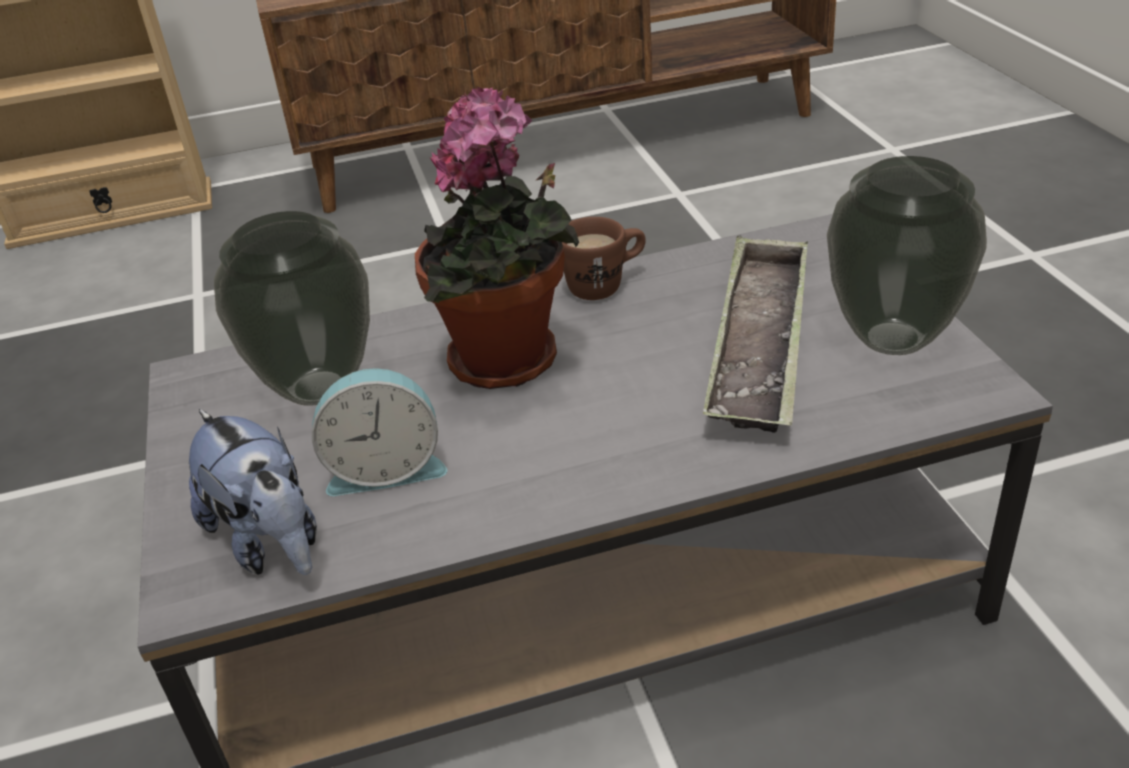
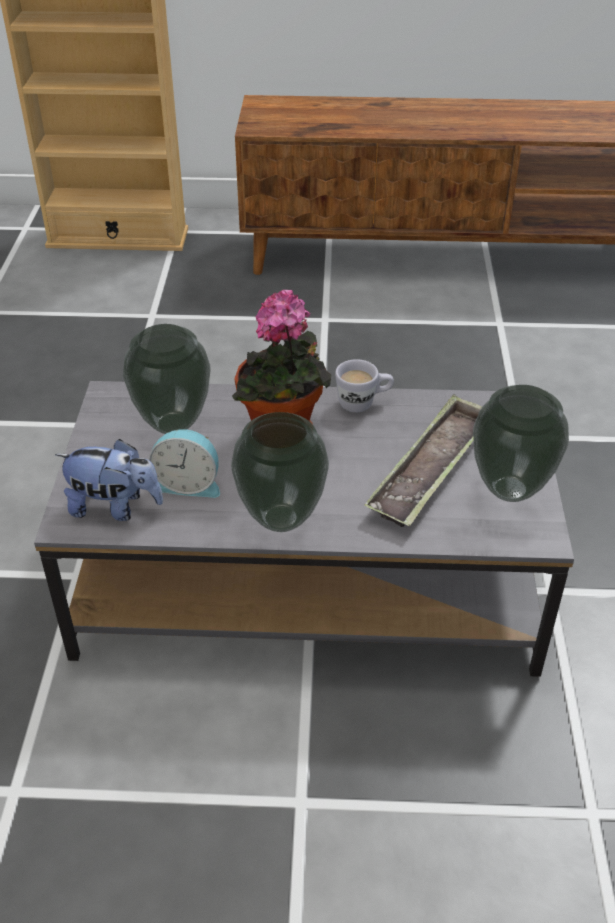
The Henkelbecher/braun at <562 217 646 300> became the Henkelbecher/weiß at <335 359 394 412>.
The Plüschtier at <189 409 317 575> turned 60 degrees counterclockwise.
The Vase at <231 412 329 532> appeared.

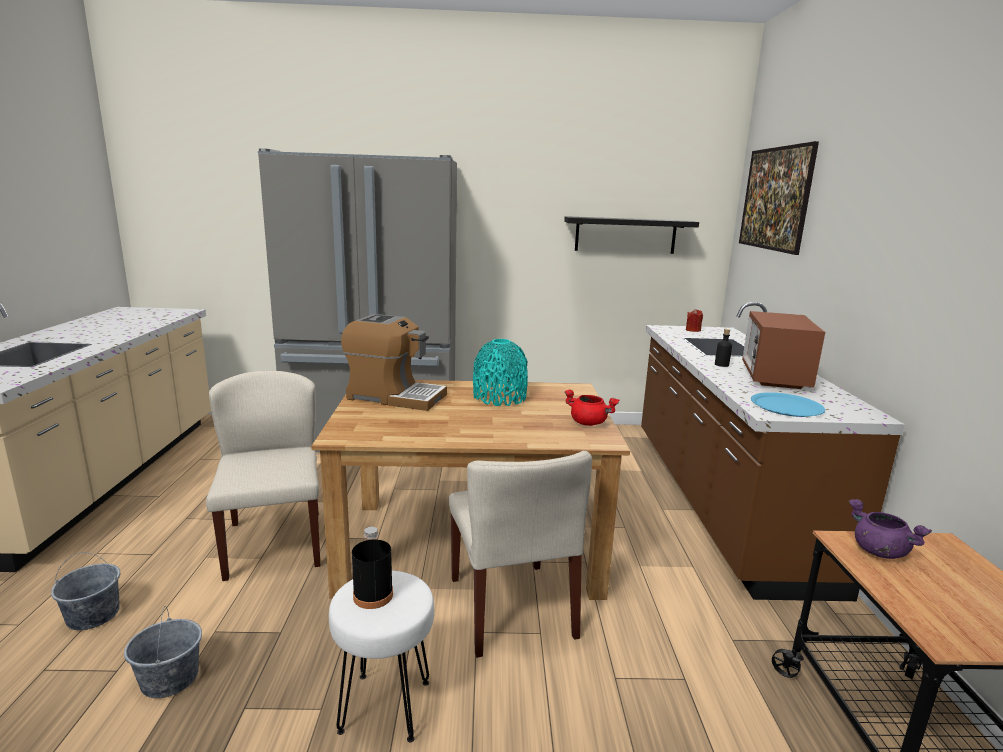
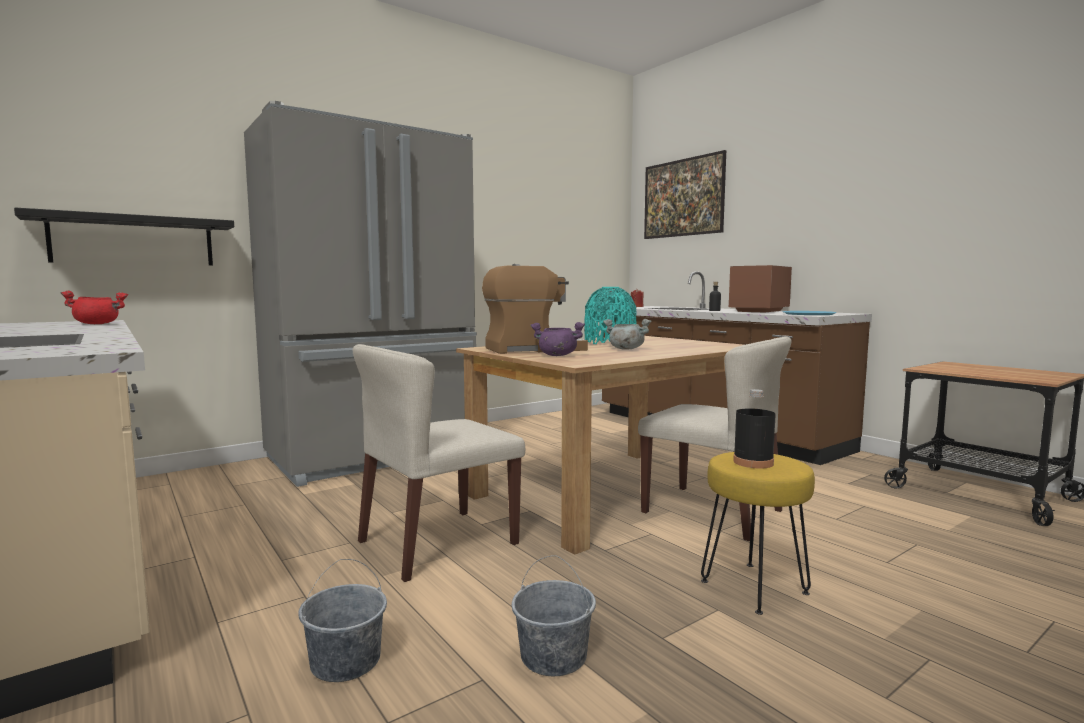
The Wandregal/schwarz moved from <564 216 699 254> to <14 208 234 265>.
The Mikrowelle at <742 311 825 389> turned 60 degrees clockwise.
The Stuhl/beige at <206 371 321 581> turned 75 degrees counterclockwise.
The Kochtopf/rot moved from <564 390 619 426> to <61 291 128 324>.
The Kochtopf/lila moved from <849 499 932 559> to <530 322 585 356>.
The Hocker/weiß at <329 571 434 743> became the Hocker/gelb at <701 452 815 615>.
The Kochtopf/grau at <603 319 651 350> appeared.

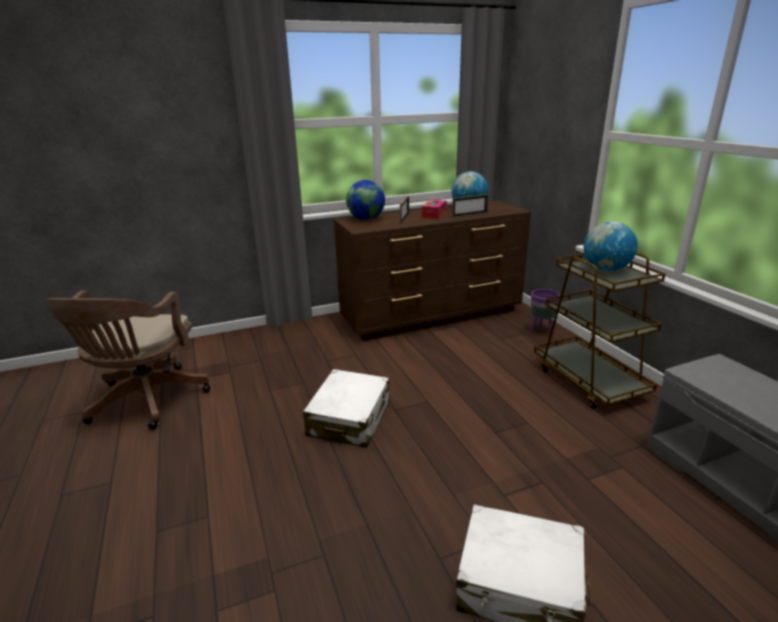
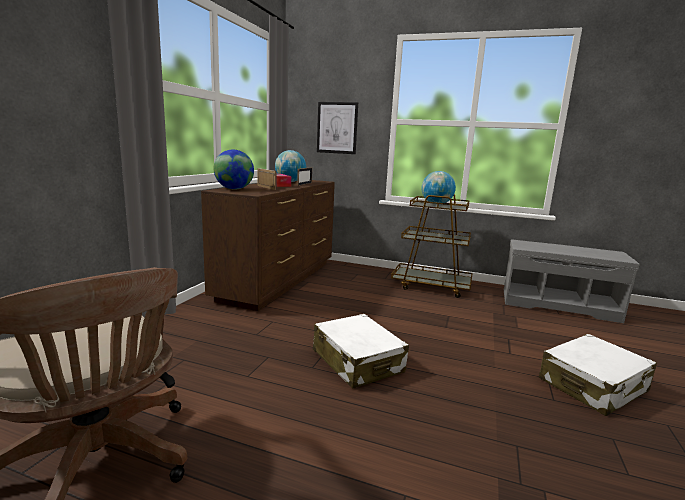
The Pflanzkübel/lila at <529 289 560 335> disappeared.
The Bild at <317 102 358 154> appeared.

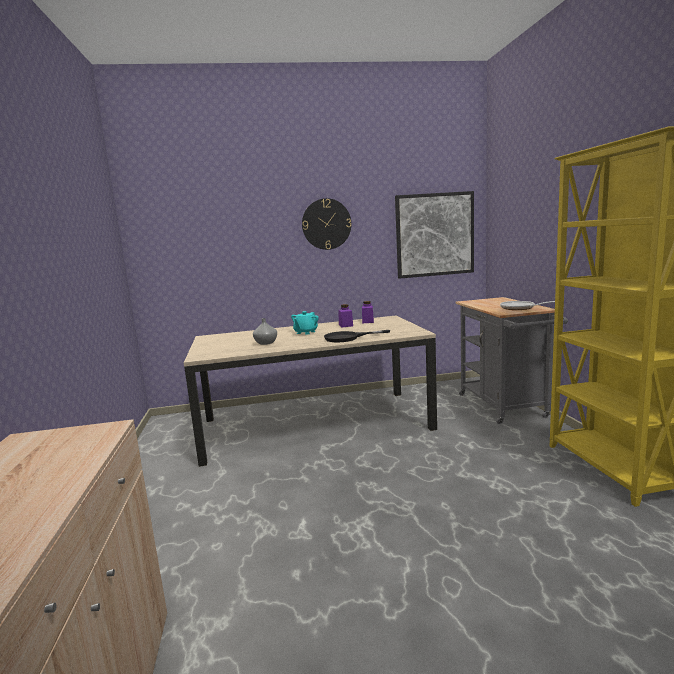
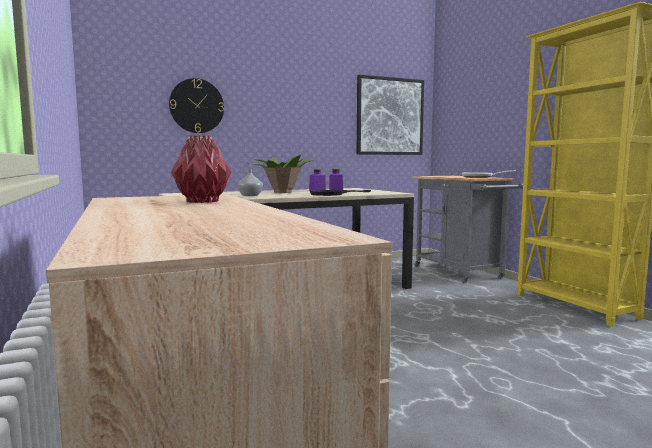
The Wanduhr moved from <302 198 351 250> to <169 78 224 133>.
The Teekanne/türkis at <291 311 319 335> was replaced by the Topfpflanze at <249 155 314 193>.
The Vase/rot at <171 135 231 203> appeared.

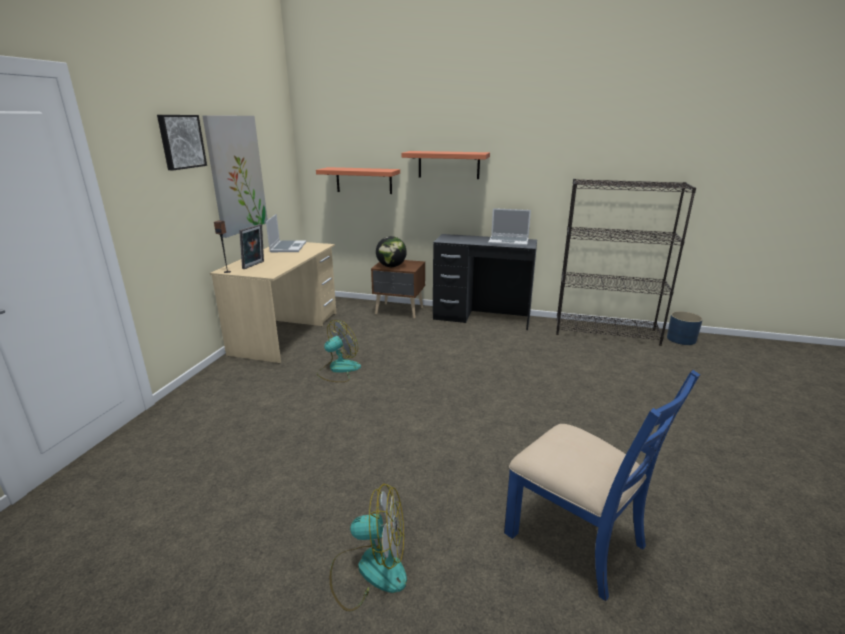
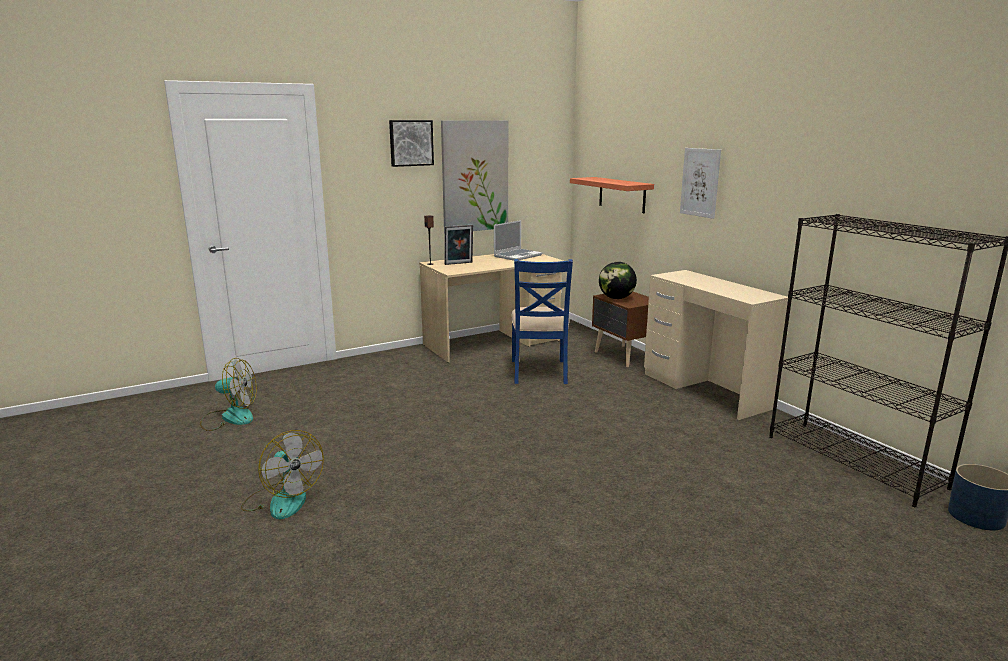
The Wandregal at <401 151 490 179> was replaced by the Bild at <680 148 721 219>.
The Laptop at <488 208 531 247> disappeared.
The Schreibtisch/schwarz at <433 234 537 330> became the Schreibtisch/beige at <644 270 788 420>.
The Ventilator moved from <317 320 361 382> to <200 358 257 431>.
The Stuhl/blau moved from <504 370 700 601> to <511 259 573 384>.

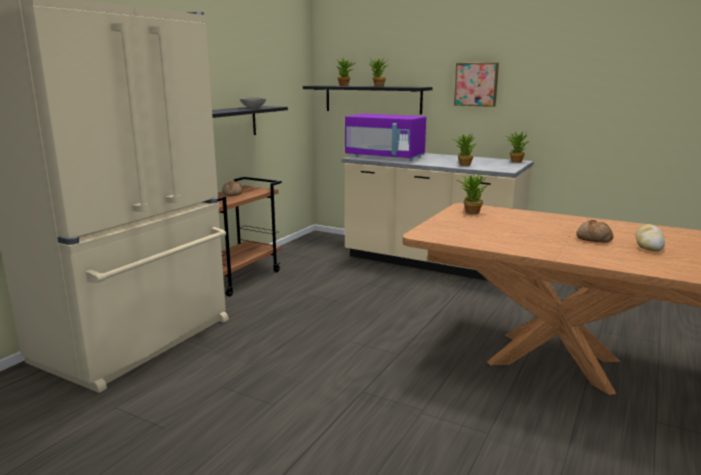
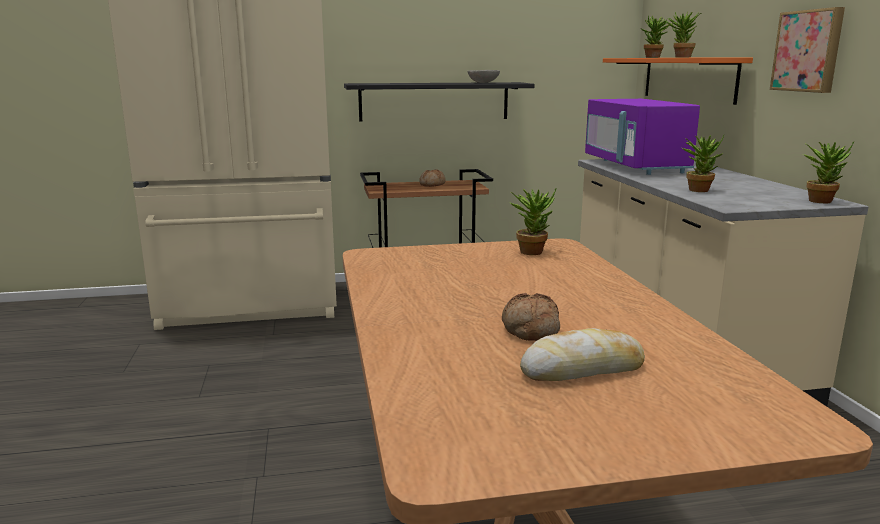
The Wandregal/schwarz at <303 85 433 115> became the Wandregal/orange at <603 58 753 105>.

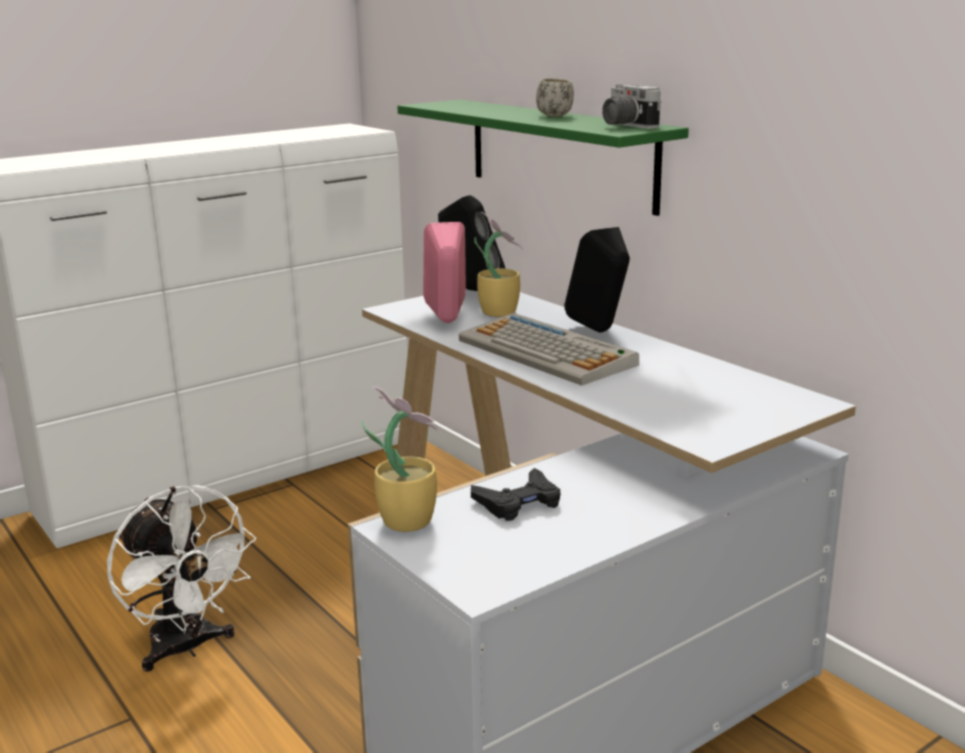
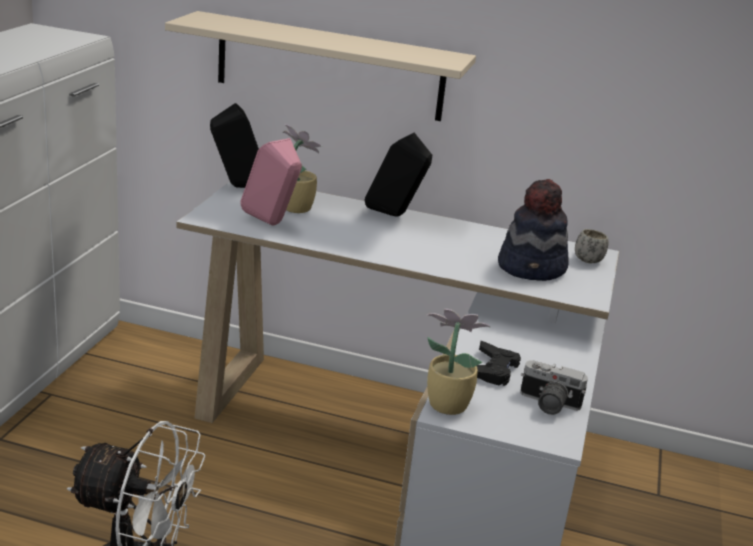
The Henkelbecher/weiß moved from <536 78 574 116> to <575 229 608 264>.
The Kamera moved from <602 84 661 129> to <520 360 588 415>.
The Wandregal/grün at <397 100 689 216> became the Wandregal/beige at <165 11 476 121>.
The Tastatur at <459 313 639 386> disappeared.
The Hut at <498 179 569 281> appeared.

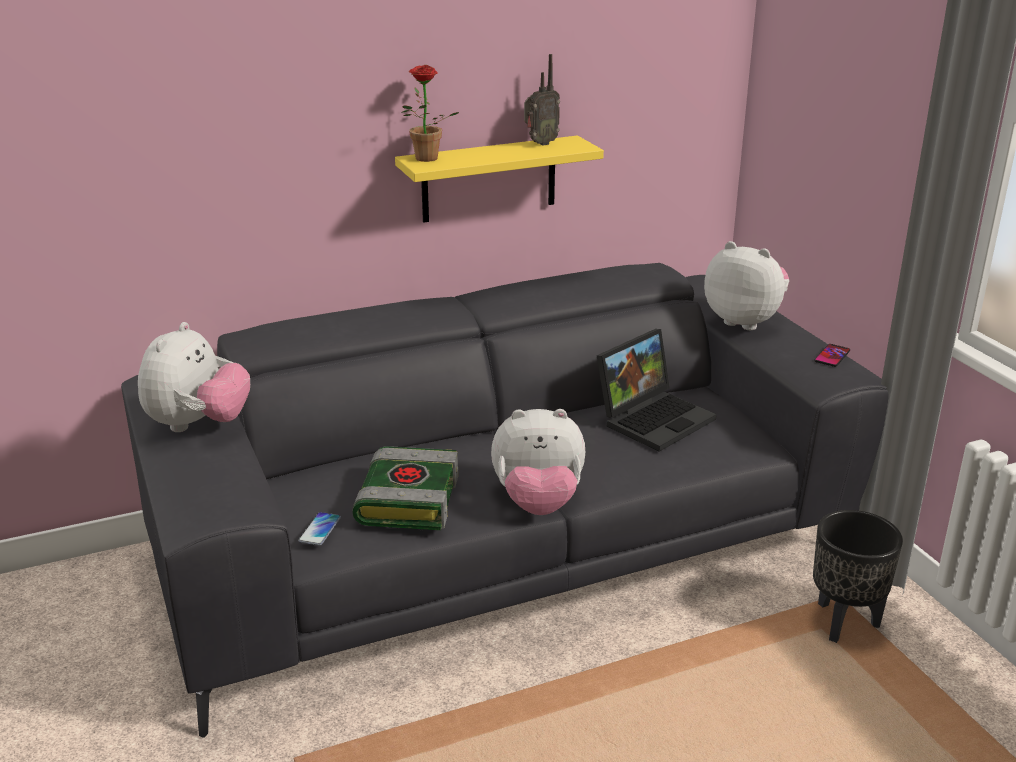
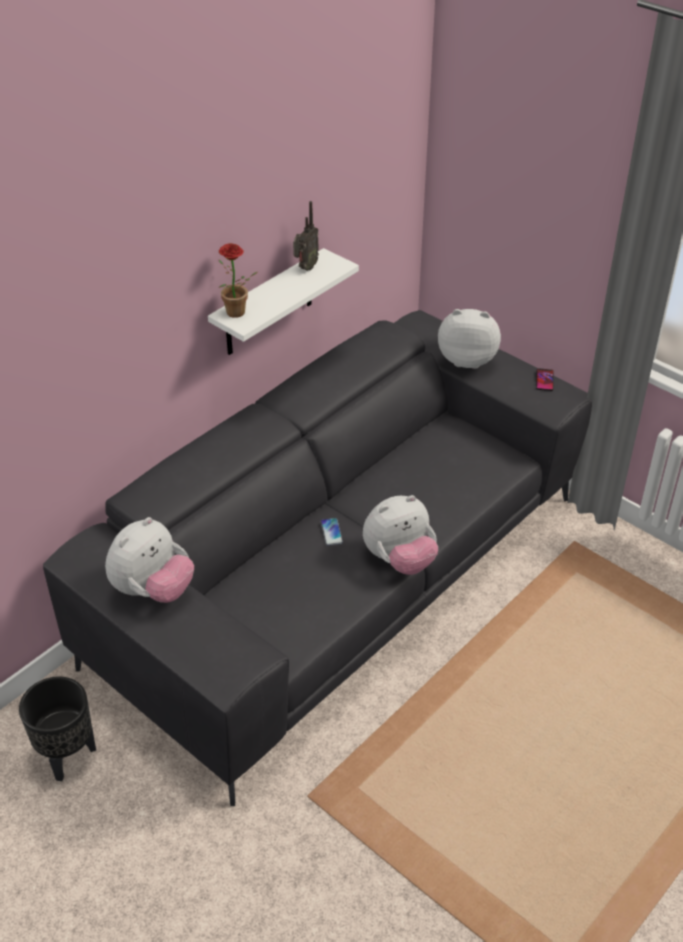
The Wandregal/gelb at <395 136 604 222> became the Wandregal/weiß at <208 248 359 355>.
The Plüschtier at <138 322 250 432> turned 45 degrees clockwise.
The Laptop at <597 329 717 452> disappeared.
The Buch at <352 446 458 530> disappeared.
The Pflanzkübel/schwarz moved from <813 510 903 643> to <19 677 96 781>.
The Handy moved from <298 512 341 546> to <321 518 343 546>.

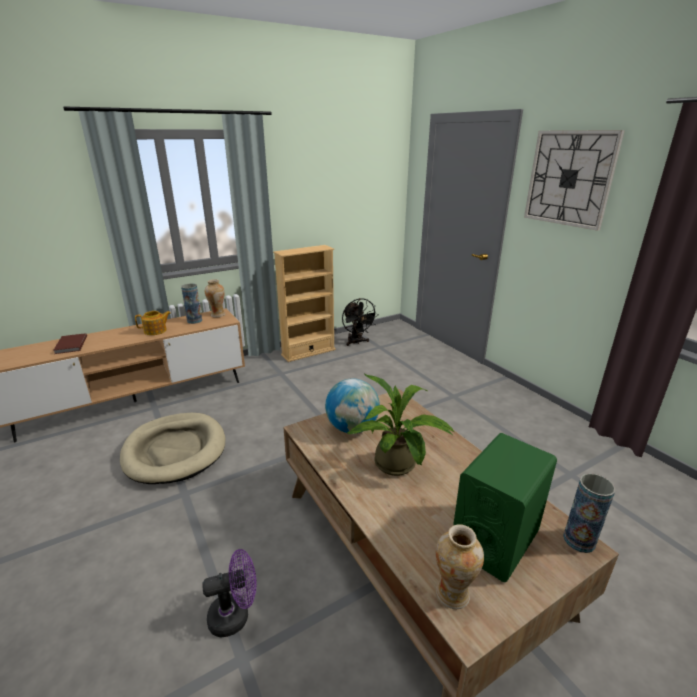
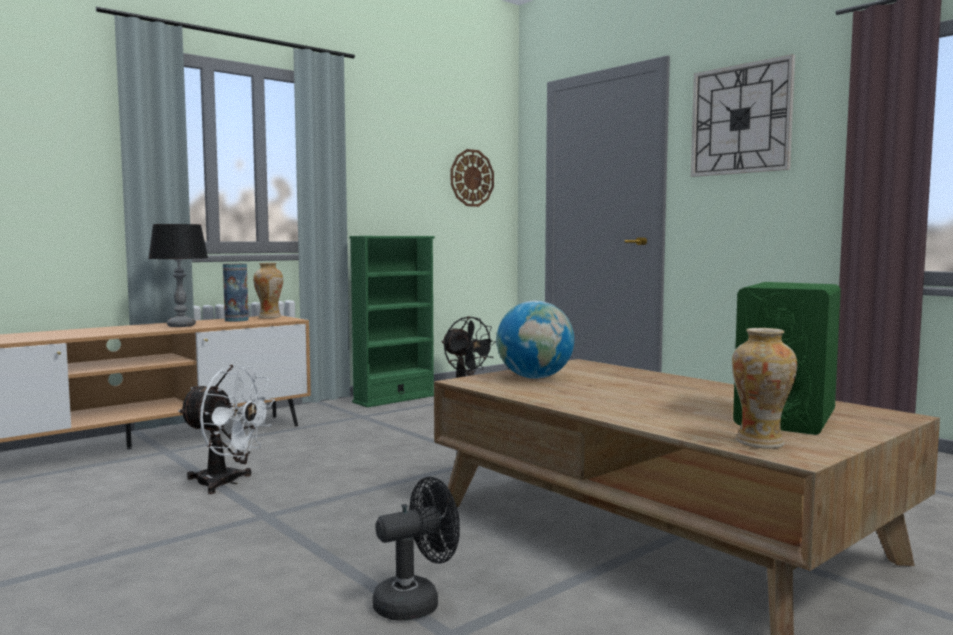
The Bücherregal/beige at <273 245 336 362> became the Bücherregal/grün at <349 236 435 408>.
The Teekanne at <135 311 171 335> was replaced by the Tischlampe at <148 224 208 327>.
The Buch/braun at <53 333 87 354> disappeared.
The Topfpflanze at <347 374 454 476> disappeared.
The Hundebett/beige at <120 413 225 484> was replaced by the Ventilator/weiß at <178 365 275 494>.
The Vase at <563 473 616 553> disappeared.
The Ventilator/lila at <202 549 256 637> became the Ventilator/schwarz at <372 477 460 621>.
The Wanduhr at <451 149 494 207> appeared.

